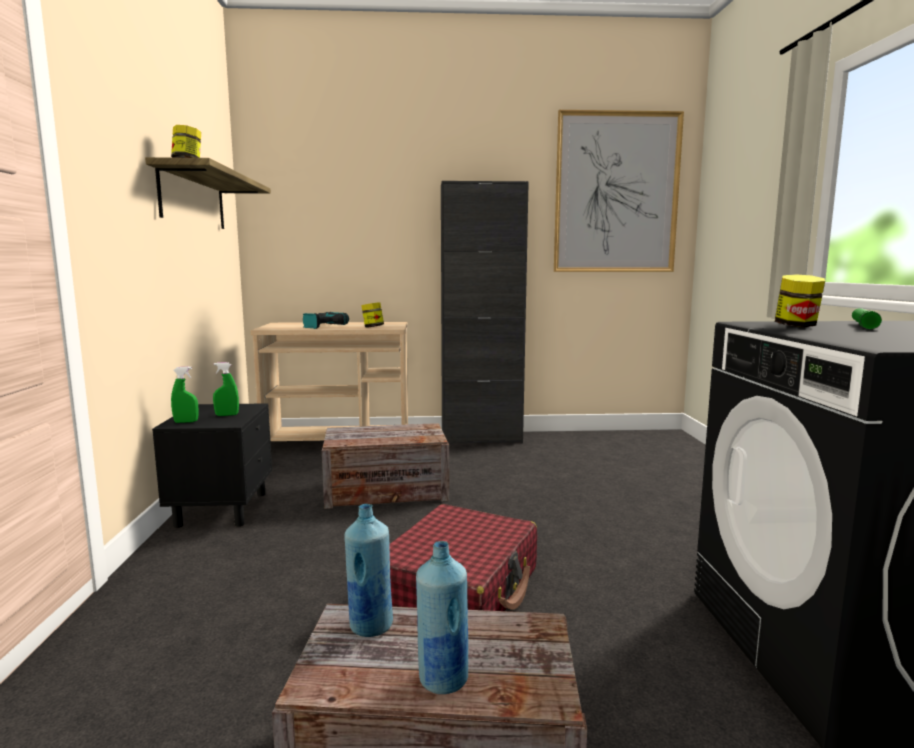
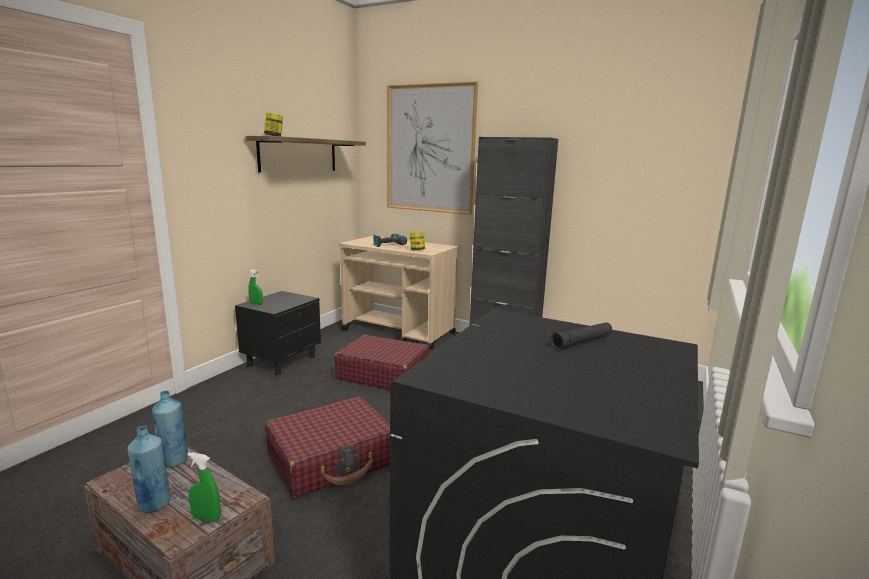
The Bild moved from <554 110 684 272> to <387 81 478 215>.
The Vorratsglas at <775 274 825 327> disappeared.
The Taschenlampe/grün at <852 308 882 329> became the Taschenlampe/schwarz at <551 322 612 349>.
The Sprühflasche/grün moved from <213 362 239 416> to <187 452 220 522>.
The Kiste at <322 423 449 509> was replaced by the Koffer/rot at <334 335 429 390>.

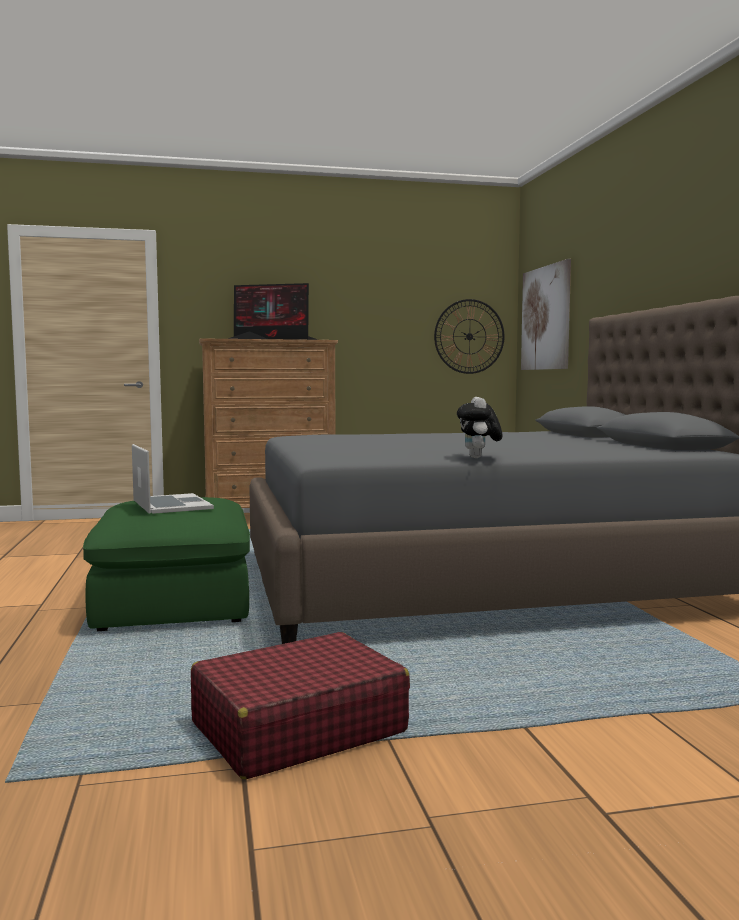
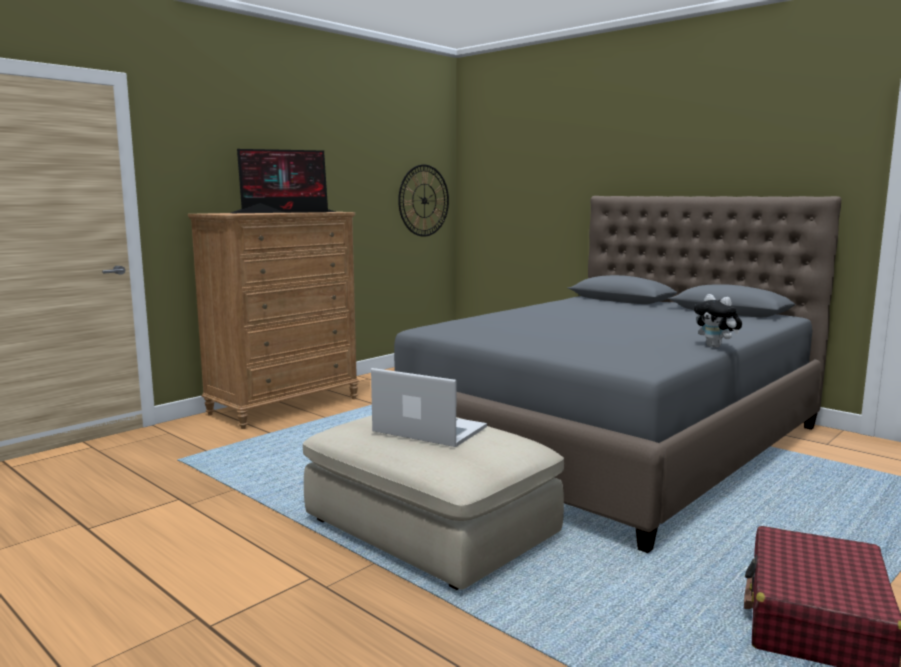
The Bild at <521 259 571 370> disappeared.
The Polsterhocker/grün at <83 497 250 631> became the Polsterhocker/beige at <303 415 564 590>.

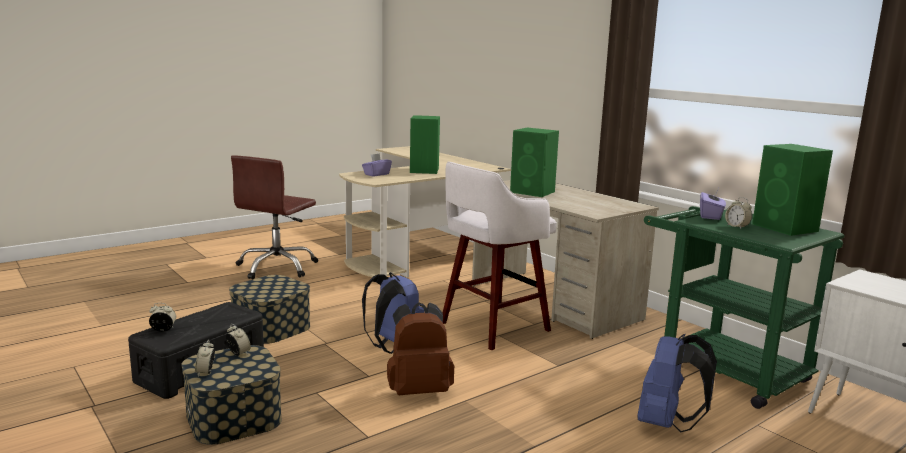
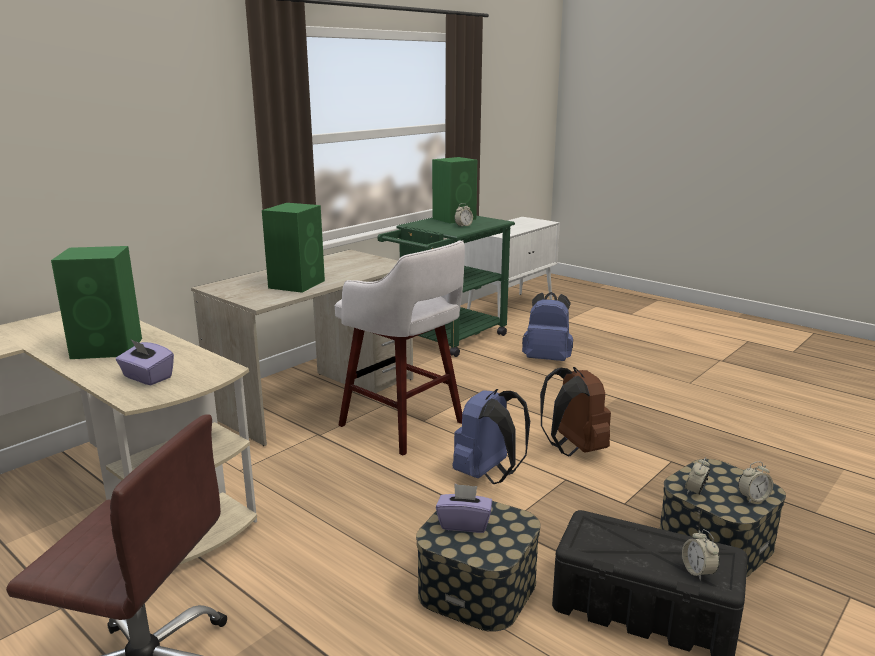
The Taschentuchbox/lila moved from <700 189 726 220> to <436 484 492 533>.

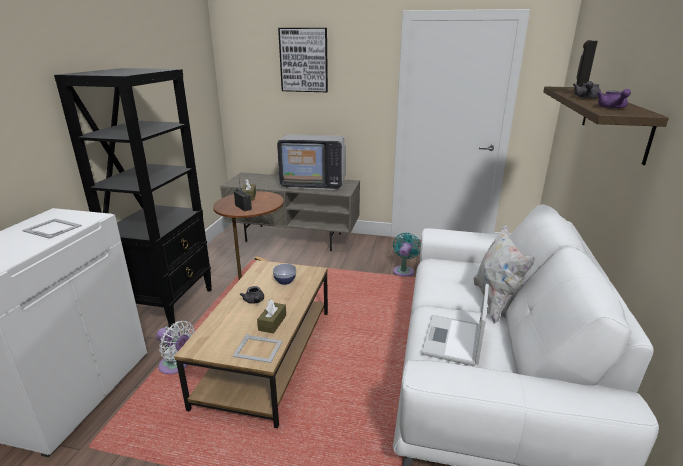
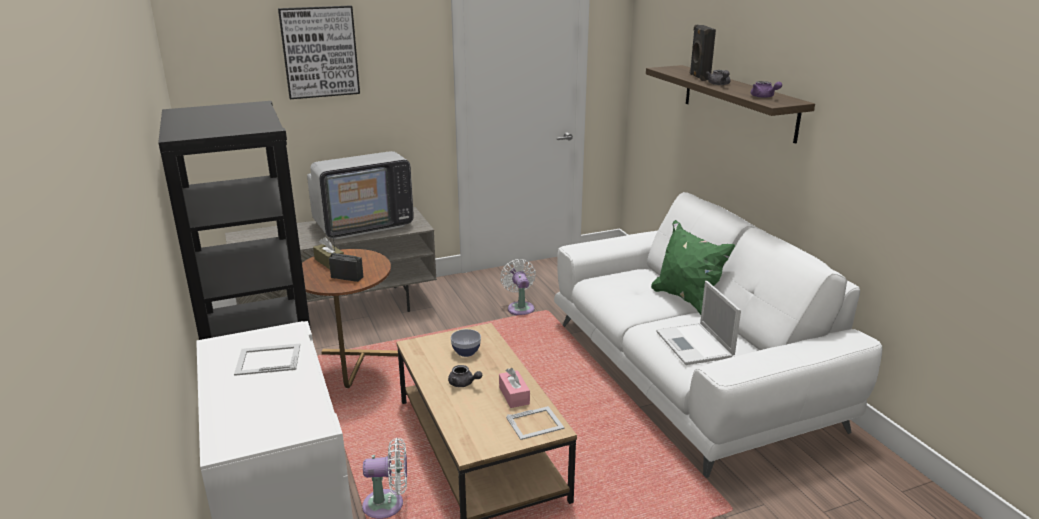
The Kissen/weiß at <474 225 535 324> became the Kissen/grün at <651 220 735 315>.
The Ventilator/türkis at <393 233 421 277> became the Ventilator/weiß at <500 259 536 315>.
The Taschentuchbox/braun at <257 300 286 334> became the Taschentuchbox/rosa at <499 368 530 408>.

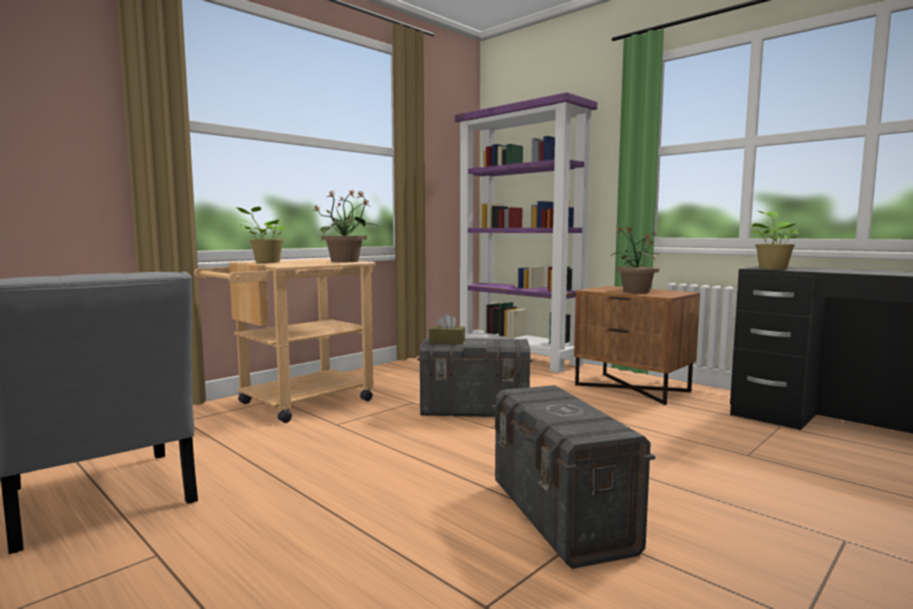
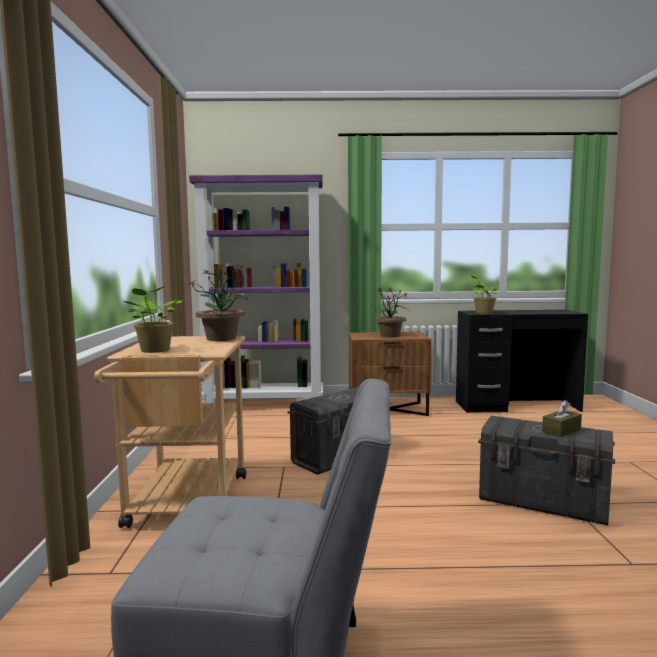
The Taschentuchbox/braun moved from <429 314 465 344> to <542 400 582 437>.

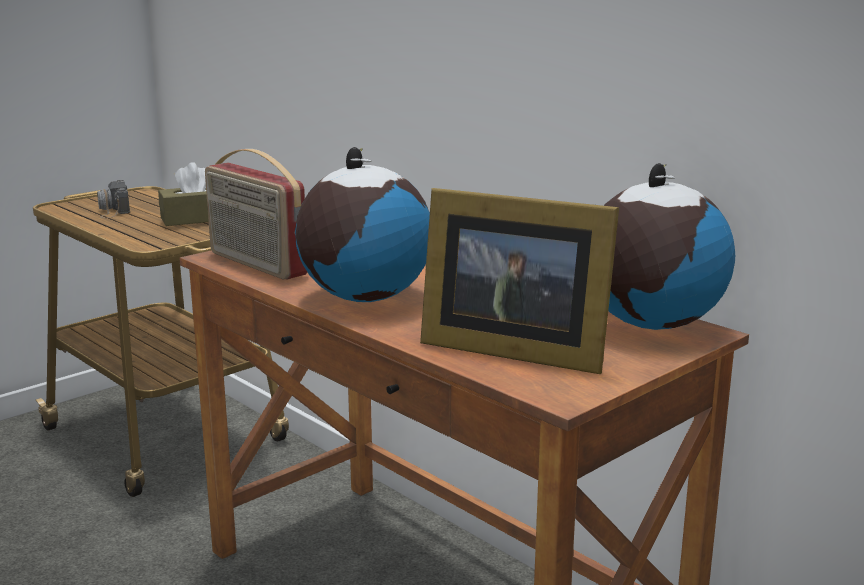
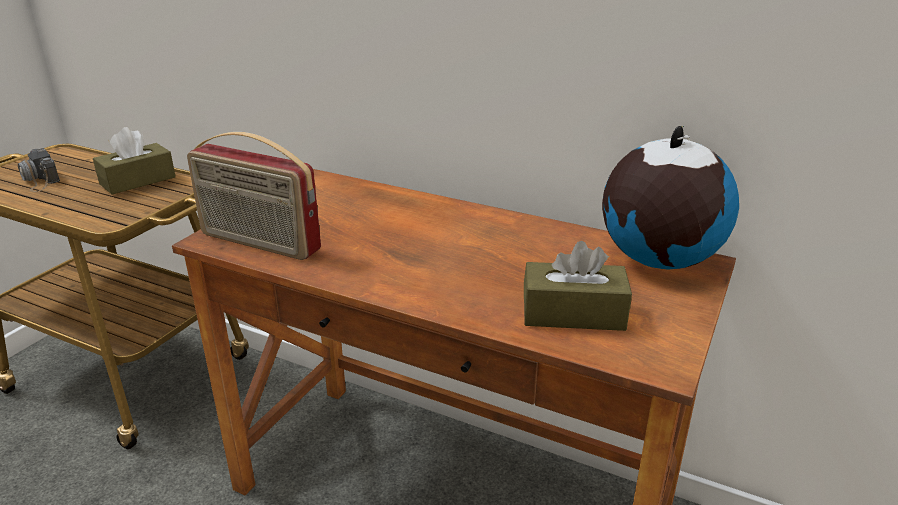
The Globus at <295 147 430 302> disappeared.
The Bilderrahmen at <420 188 619 374> was replaced by the Taschentuchbox/braun at <524 241 632 331>.

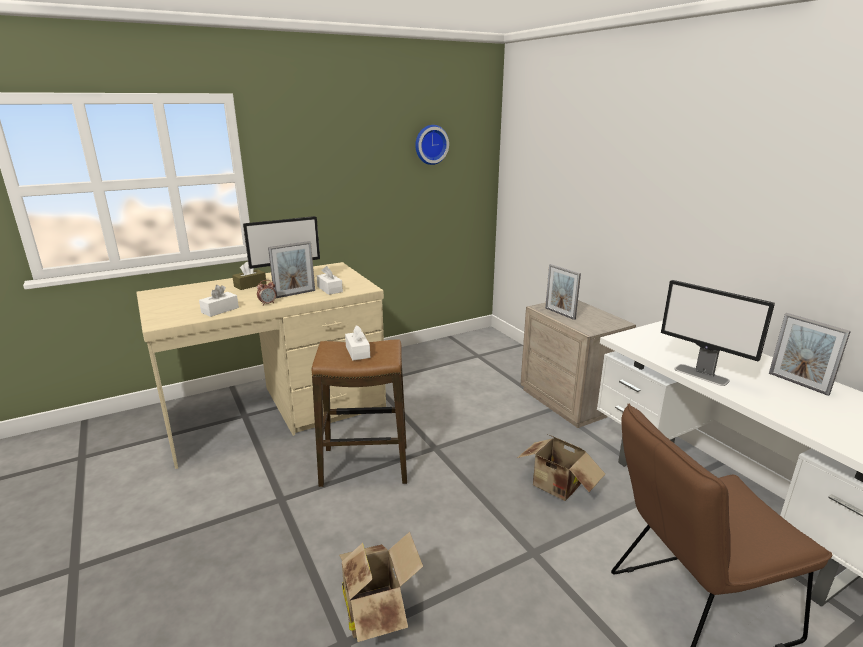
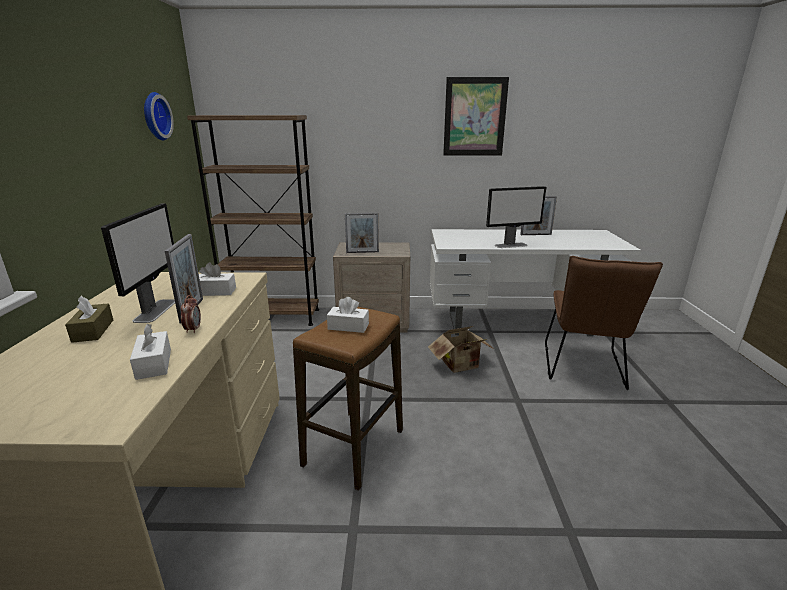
The Karton at <339 532 423 642> disappeared.
The Bild at <443 77 509 156> appeared.
The Bücherregal/braun at <187 115 319 326> appeared.

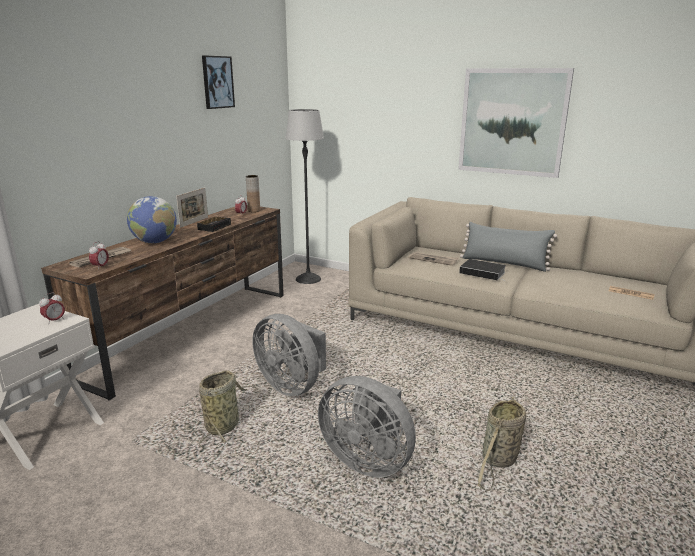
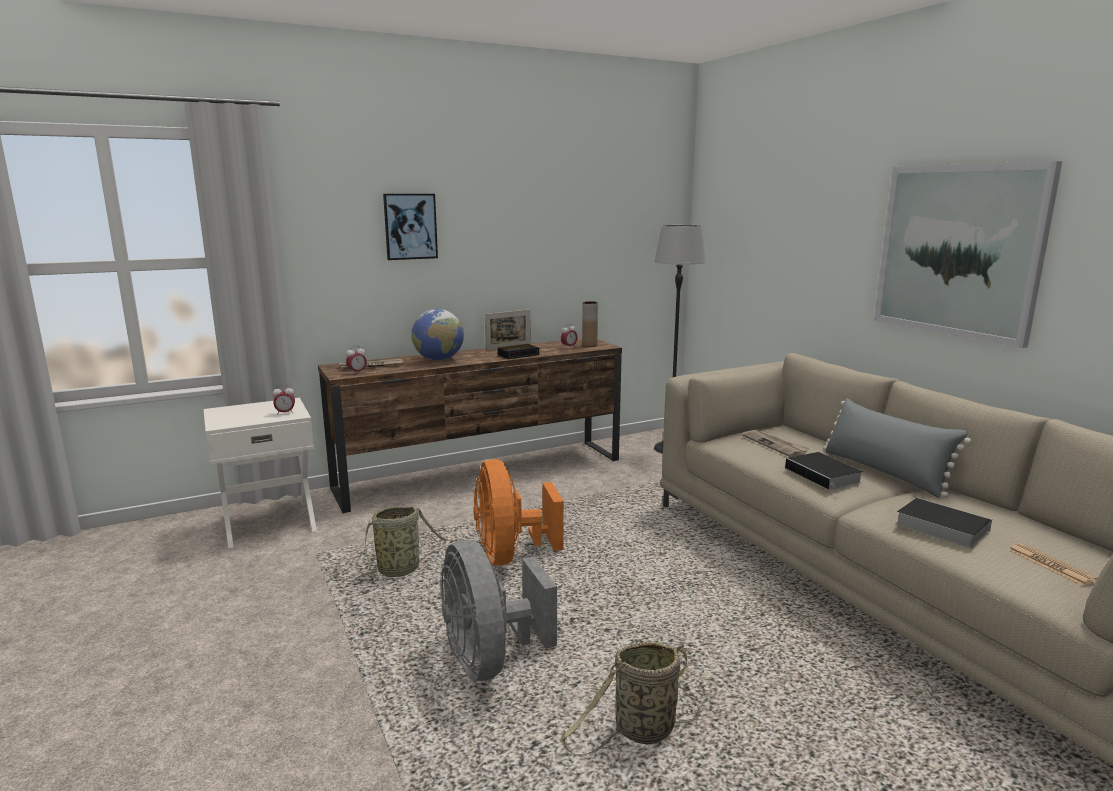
The Bild moved from <202 55 235 109> to <383 194 438 260>.
The Ventilator/grau at <253 314 326 396> became the Ventilator/orange at <473 459 564 565>.
The Buch at <895 498 992 548> appeared.

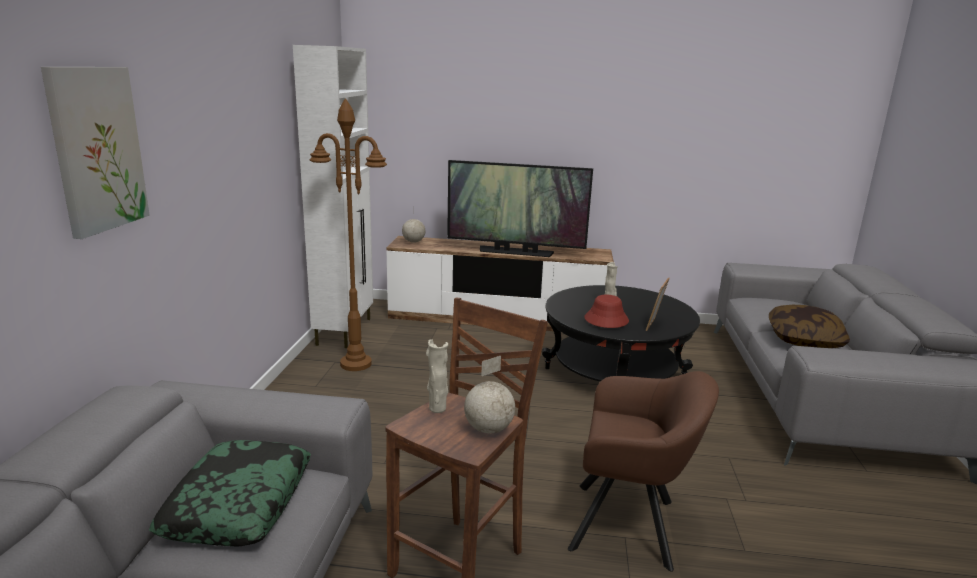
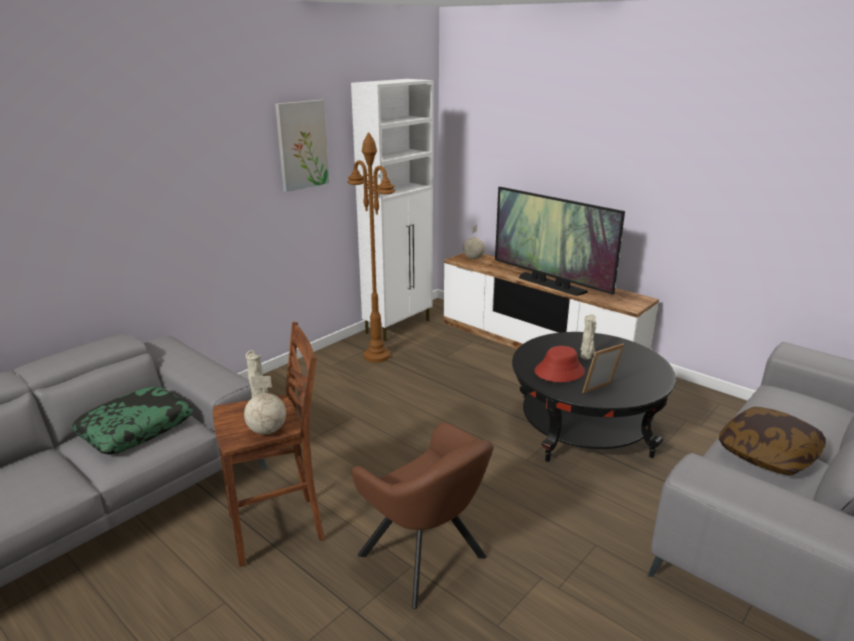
The Bild moved from <41 67 150 239> to <275 100 329 192>.

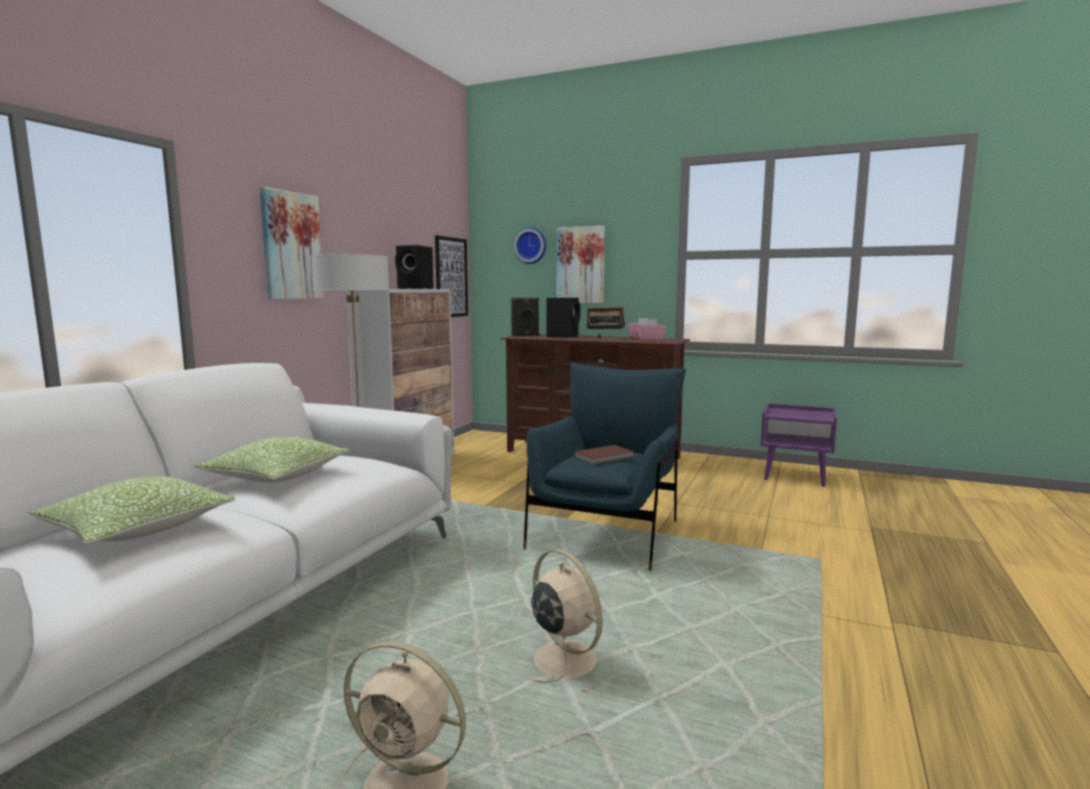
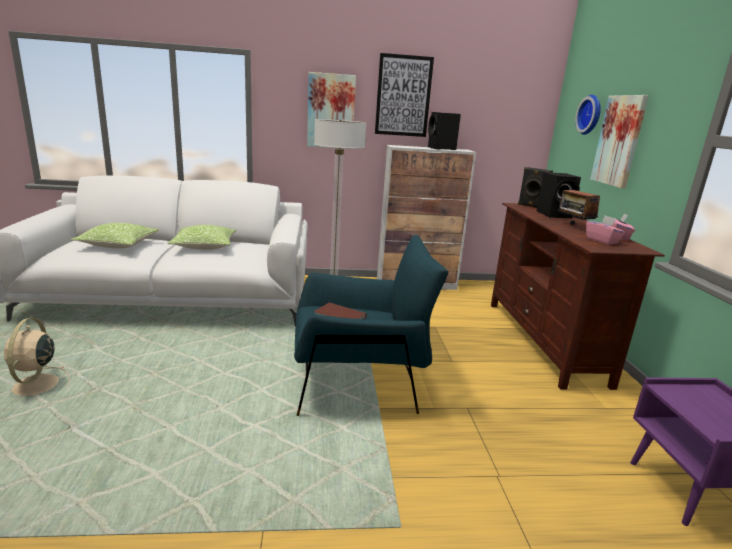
The Bild moved from <435 235 468 317> to <375 53 434 137>.
The Ventilator/beige at <527 549 615 693> disappeared.

